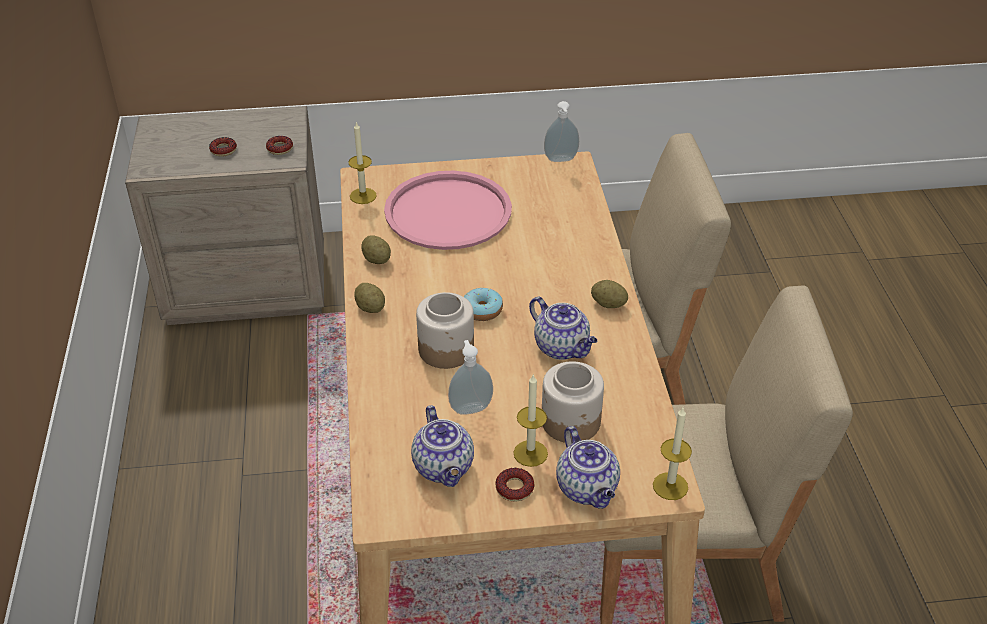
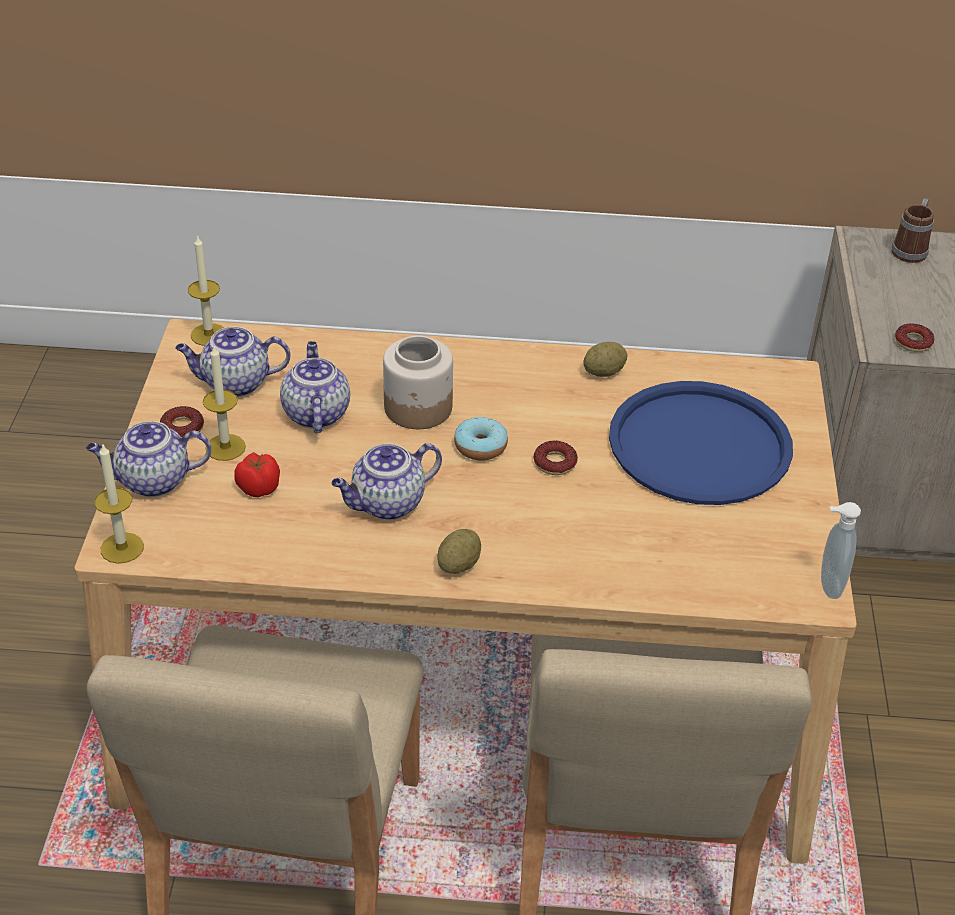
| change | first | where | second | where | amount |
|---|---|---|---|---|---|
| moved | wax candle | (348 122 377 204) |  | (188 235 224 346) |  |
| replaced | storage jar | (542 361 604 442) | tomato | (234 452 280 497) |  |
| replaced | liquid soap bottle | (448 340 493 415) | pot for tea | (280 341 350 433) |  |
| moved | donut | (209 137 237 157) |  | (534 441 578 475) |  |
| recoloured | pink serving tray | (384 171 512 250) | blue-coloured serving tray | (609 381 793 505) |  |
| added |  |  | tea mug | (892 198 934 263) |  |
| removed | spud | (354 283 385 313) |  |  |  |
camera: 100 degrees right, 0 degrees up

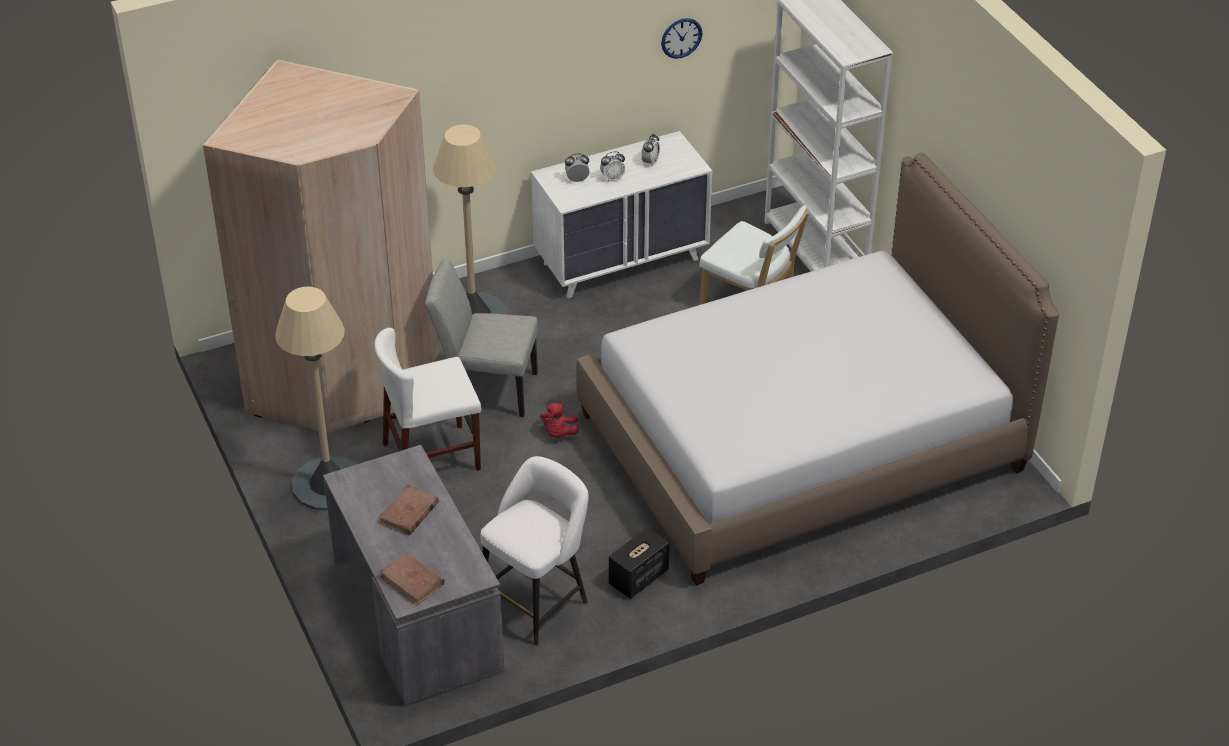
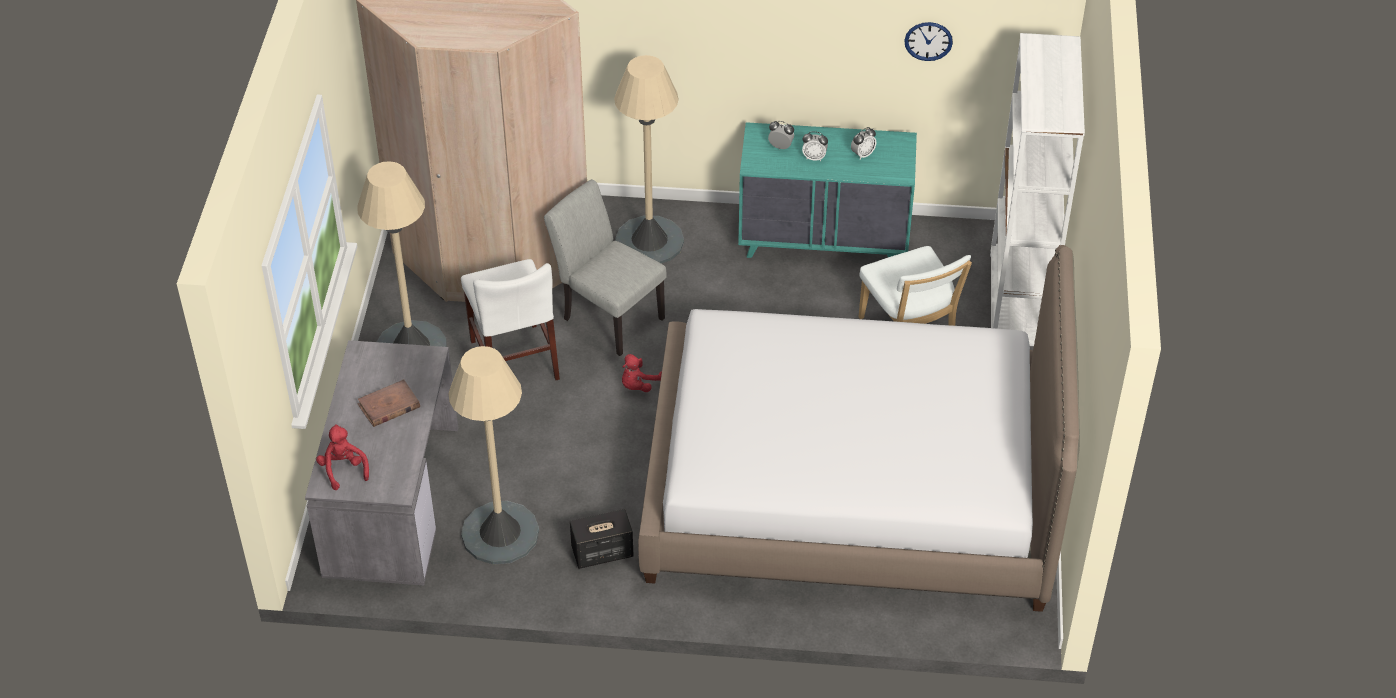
| change | first | where | second | where | amount |
|---|---|---|---|---|---|
| replaced | brownish bound book | (379 552 445 605) | reddish soft toy | (316 424 369 490) |  |
| replaced | whitish stool | (480 456 589 645) | sand-coloured standing lamp | (448 346 539 564) |  |
| turned | whitish upright chair | (374 328 481 471) |  | (461 259 560 380) | 120 degrees counterclockwise |
| recoloured | whitish drawer chest | (531 131 712 298) | turquoise drawer chest | (738 122 917 258) |  |
camera: 30 degrees right, 5 degrees up

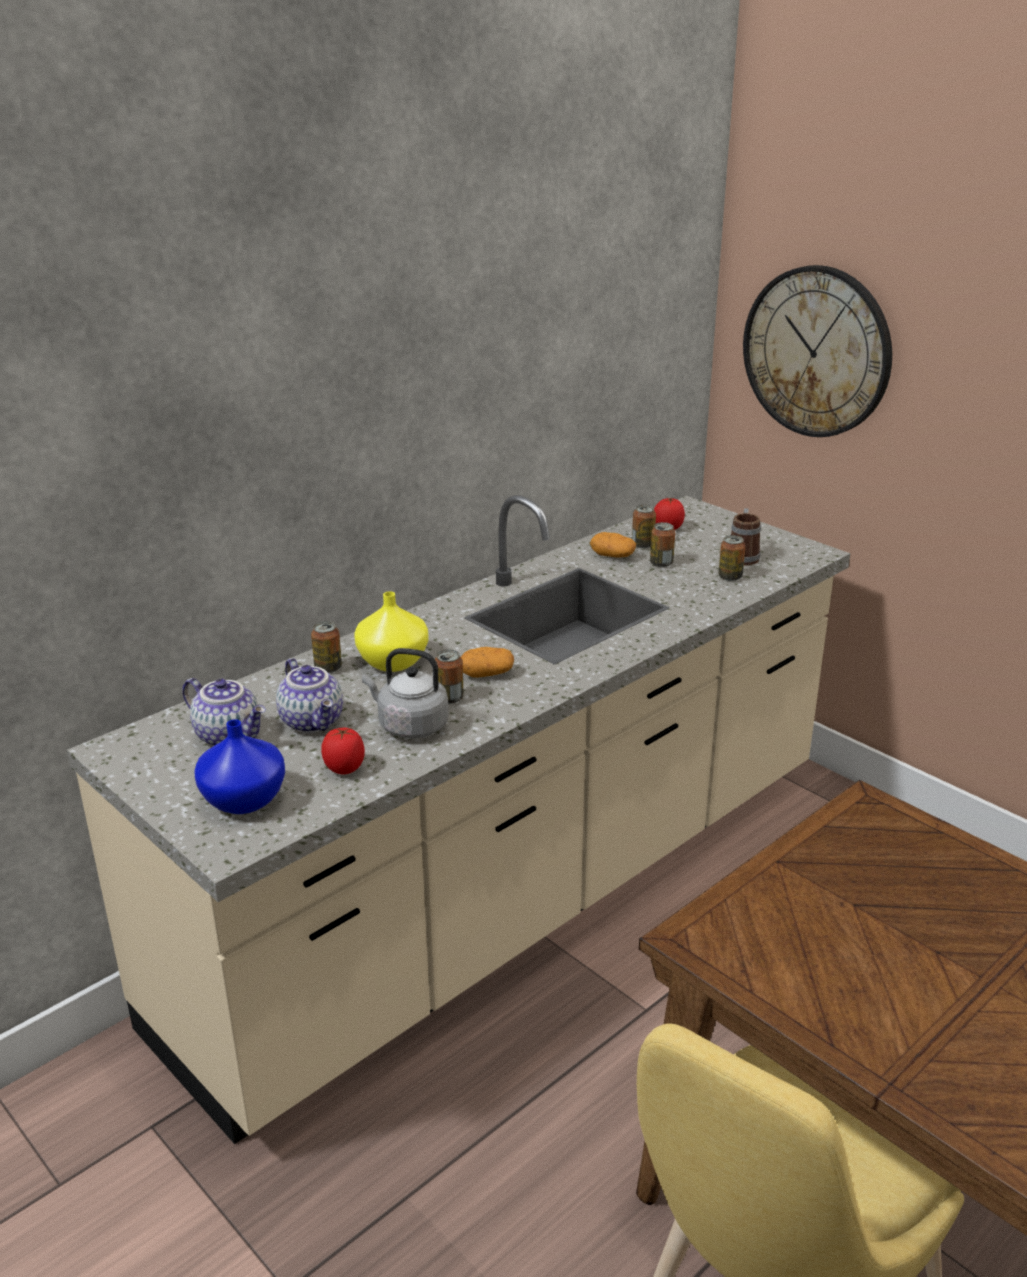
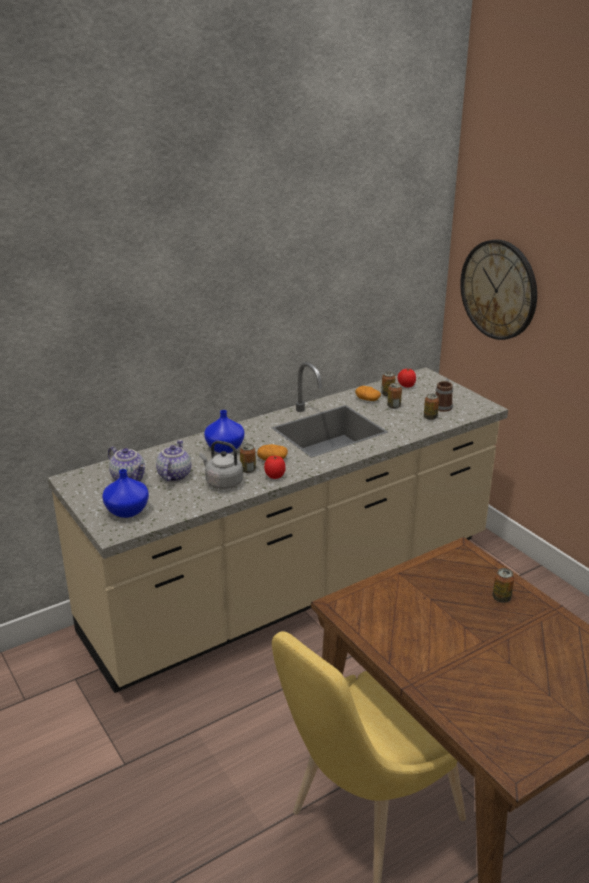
| change | first | where | second | where | amount |
|---|---|---|---|---|---|
| turned | pot for tea | (276 658 343 733) |  | (156 440 191 482) | 150 degrees counterclockwise |
| recoloured | yellowish flower vase | (354 591 428 672) | blue-coloured flower vase | (204 410 245 453) |  |
| moved | tomato | (321 728 365 775) |  | (264 456 286 479) |  |
| moved | can | (311 621 342 673) |  | (493 568 514 603) |  |
camera: 10 degrees right, 0 degrees up

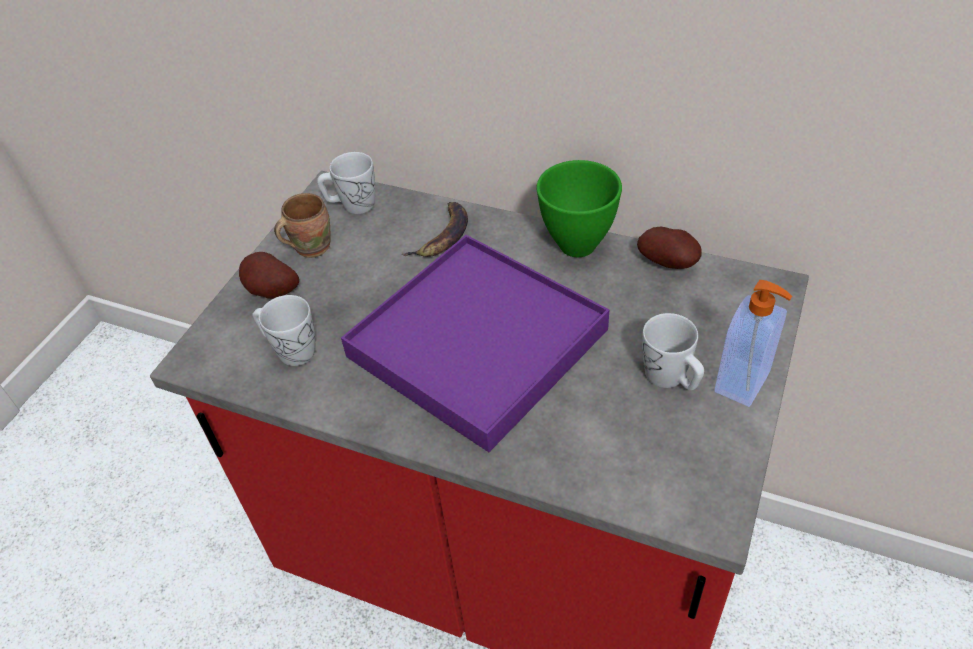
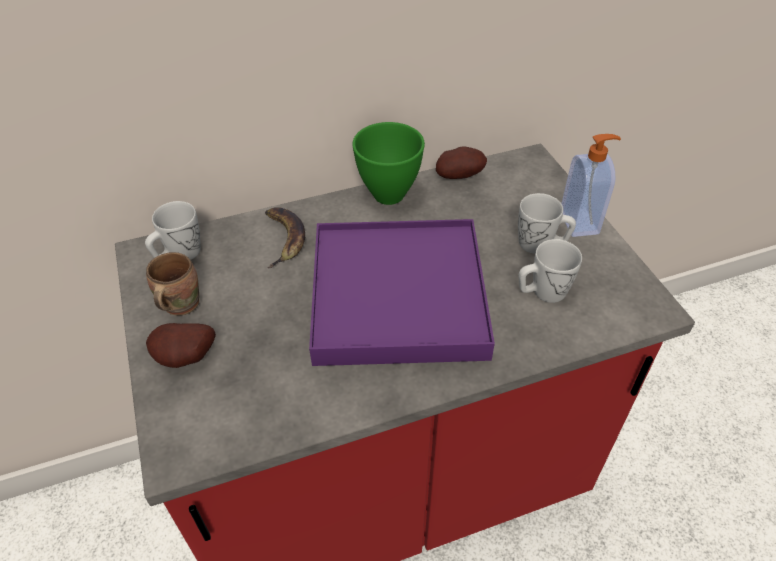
| change | first | where | second | where | amount |
|---|---|---|---|---|---|
| moved | whitish tea mug | (252 295 316 366) |  | (518 239 582 303) |  |
camera: 45 degrees left, 0 degrees up

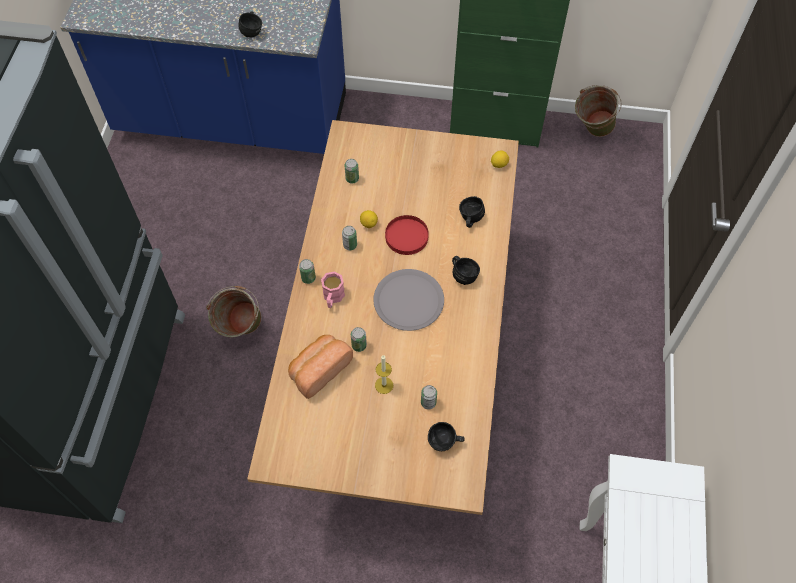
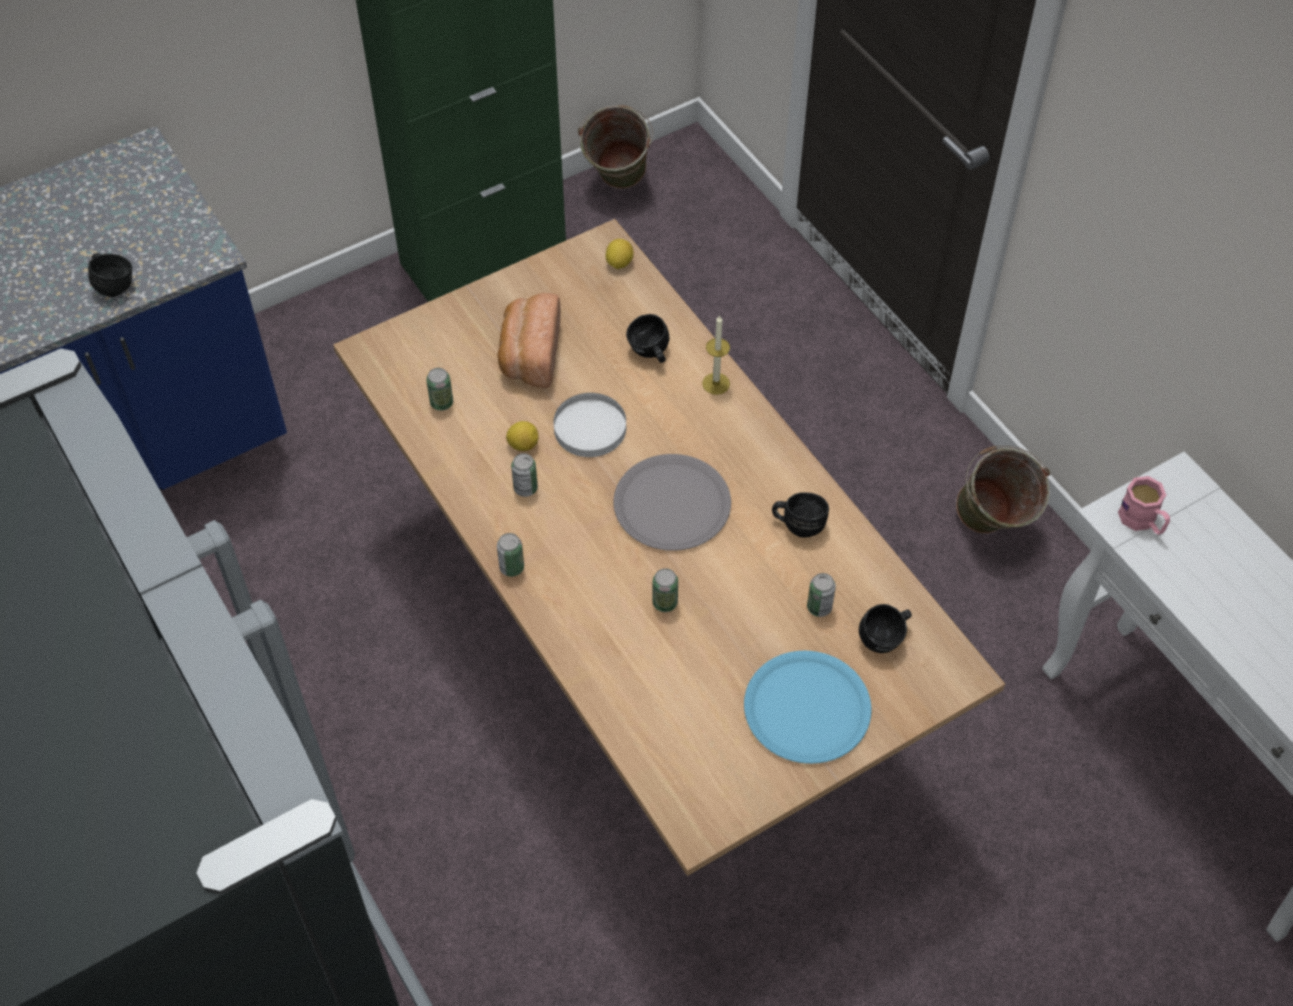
| change | first | where | second | where | amount |
|---|---|---|---|---|---|
| moved | bakery bread | (288 335 353 399) |  | (497 293 561 388) |  |
| recoloured | reddish plate | (385 215 429 255) | whitish plate | (554 393 626 457) |  |
| moved | wax candle | (375 355 393 394) |  | (702 315 730 395) |  |
| added |  |  | blue-coloured plate | (744 651 871 764) |  |
| moved | black-coloured tea mug | (452 256 480 285) |  | (772 492 829 538) |  |
| moved | green-coloured bucket | (206 286 262 337) |  | (956 446 1051 534) |  |
| moved | pink tea mug | (321 271 345 308) |  | (1118 476 1170 535) |  |
camera: 40 degrees left, 5 degrees down

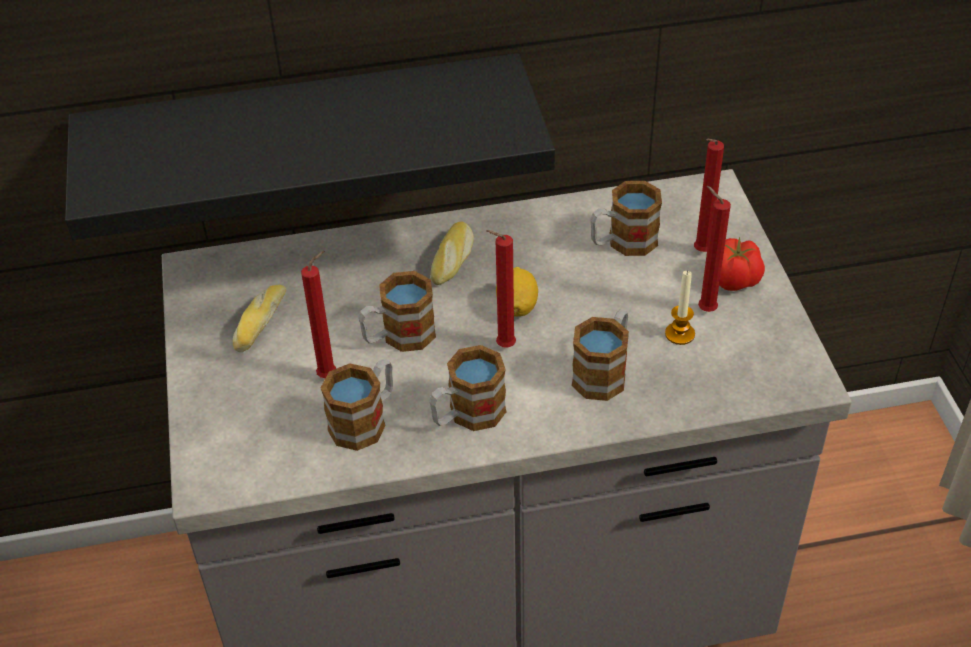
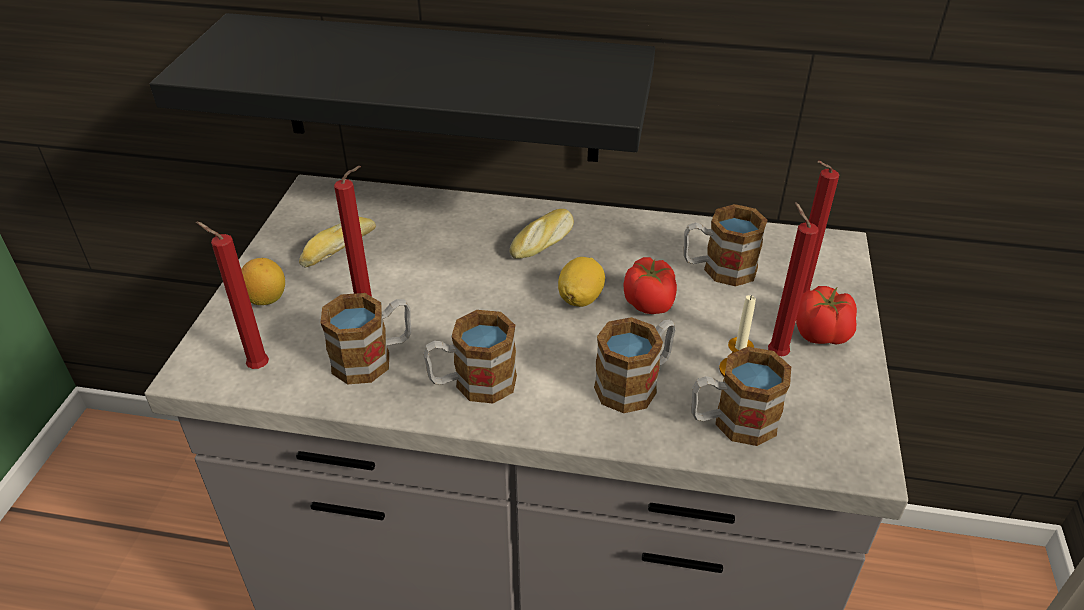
| change | first | where | second | where | amount |
|---|---|---|---|---|---|
| moved | reddish wax candle | (486 230 516 348) |  | (196 222 269 369) |  |
| added |  |  | whole lemon | (241 258 285 305) |  |
| added |  |  | tomato | (623 257 677 314) |  |
| moved | tea mug | (358 271 436 352) |  | (691 347 791 446) |  |
camera: 20 degrees right, 5 degrees down

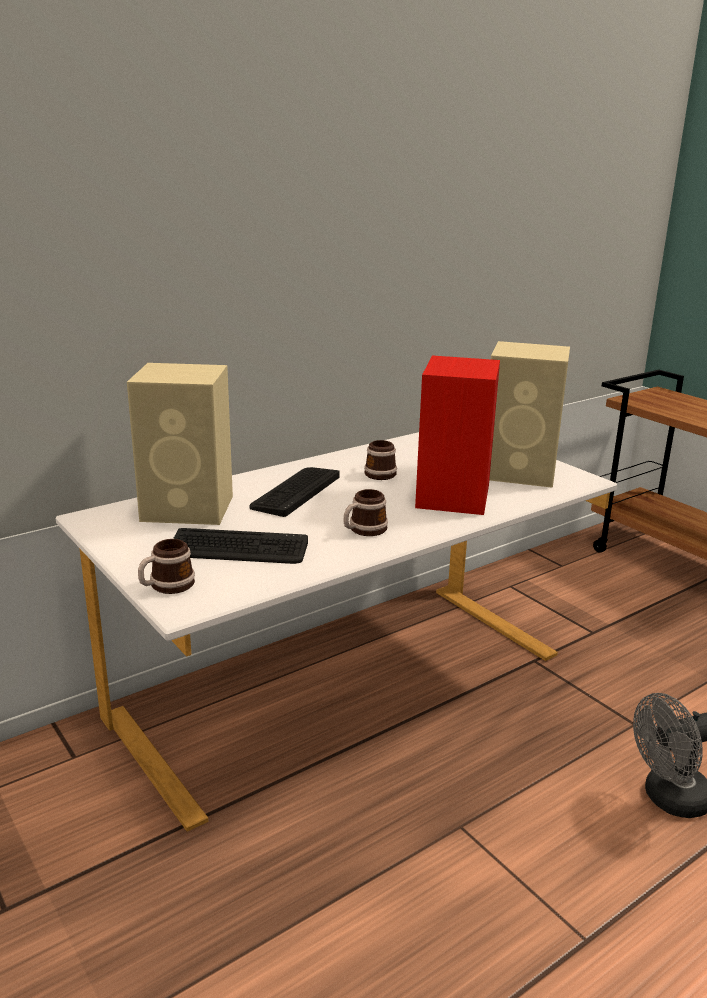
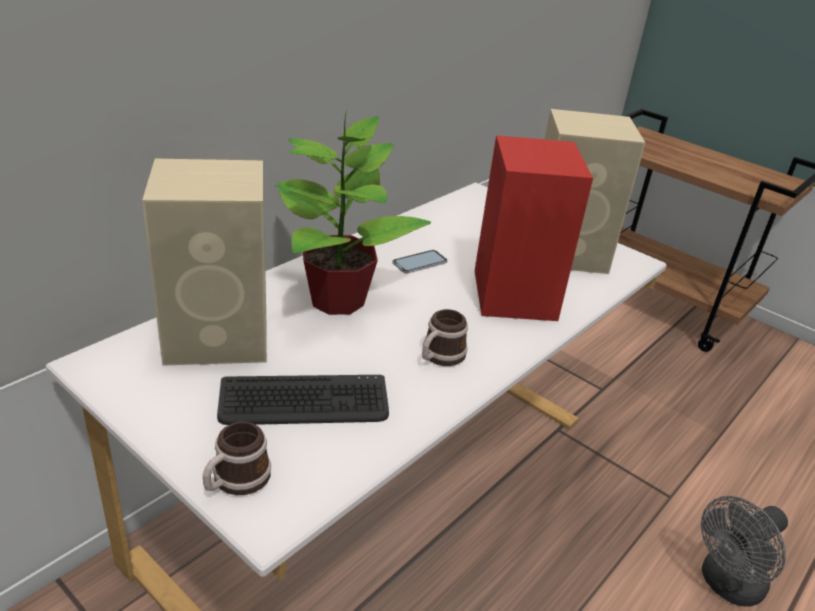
| change | first | where | second | where | amount |
|---|---|---|---|---|---|
| replaced | computer keyboard | (249 467 340 517) | houseplant | (275 110 431 315) |  |
| replaced | tea mug | (364 440 397 480) | handset | (392 250 448 274) |  |
camera: 15 degrees left, 10 degrees up

